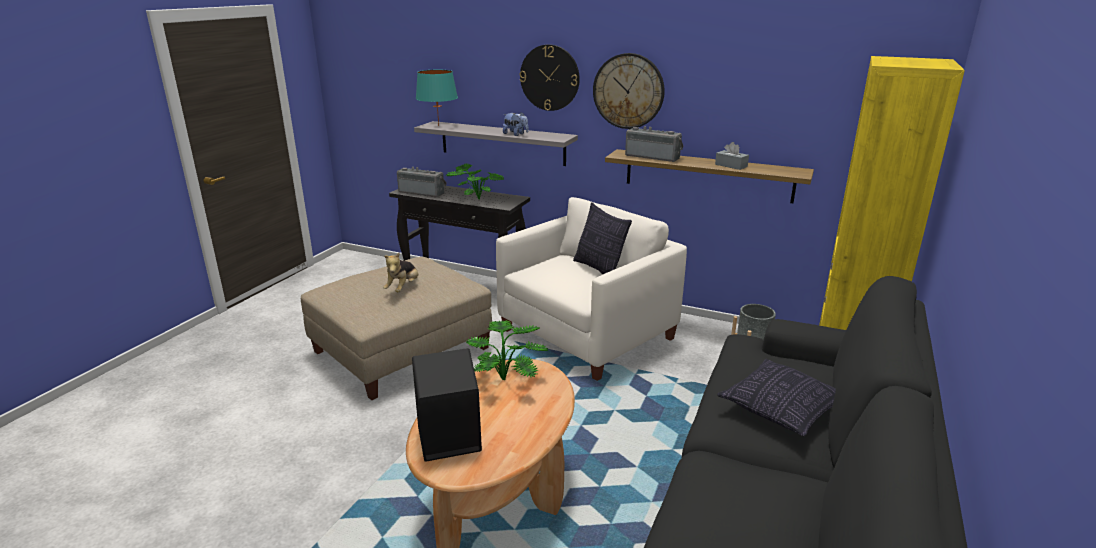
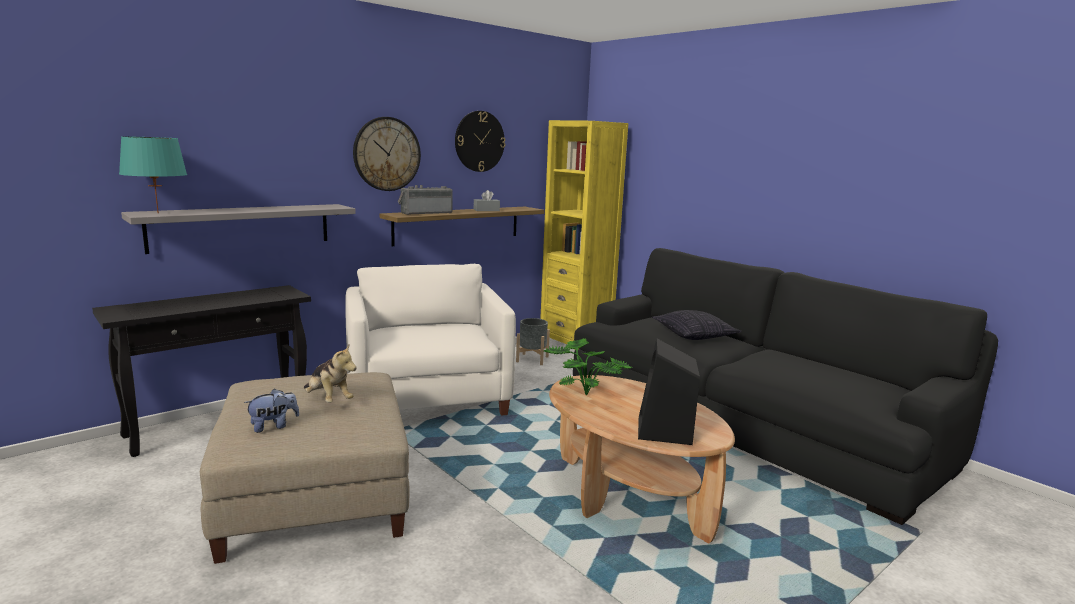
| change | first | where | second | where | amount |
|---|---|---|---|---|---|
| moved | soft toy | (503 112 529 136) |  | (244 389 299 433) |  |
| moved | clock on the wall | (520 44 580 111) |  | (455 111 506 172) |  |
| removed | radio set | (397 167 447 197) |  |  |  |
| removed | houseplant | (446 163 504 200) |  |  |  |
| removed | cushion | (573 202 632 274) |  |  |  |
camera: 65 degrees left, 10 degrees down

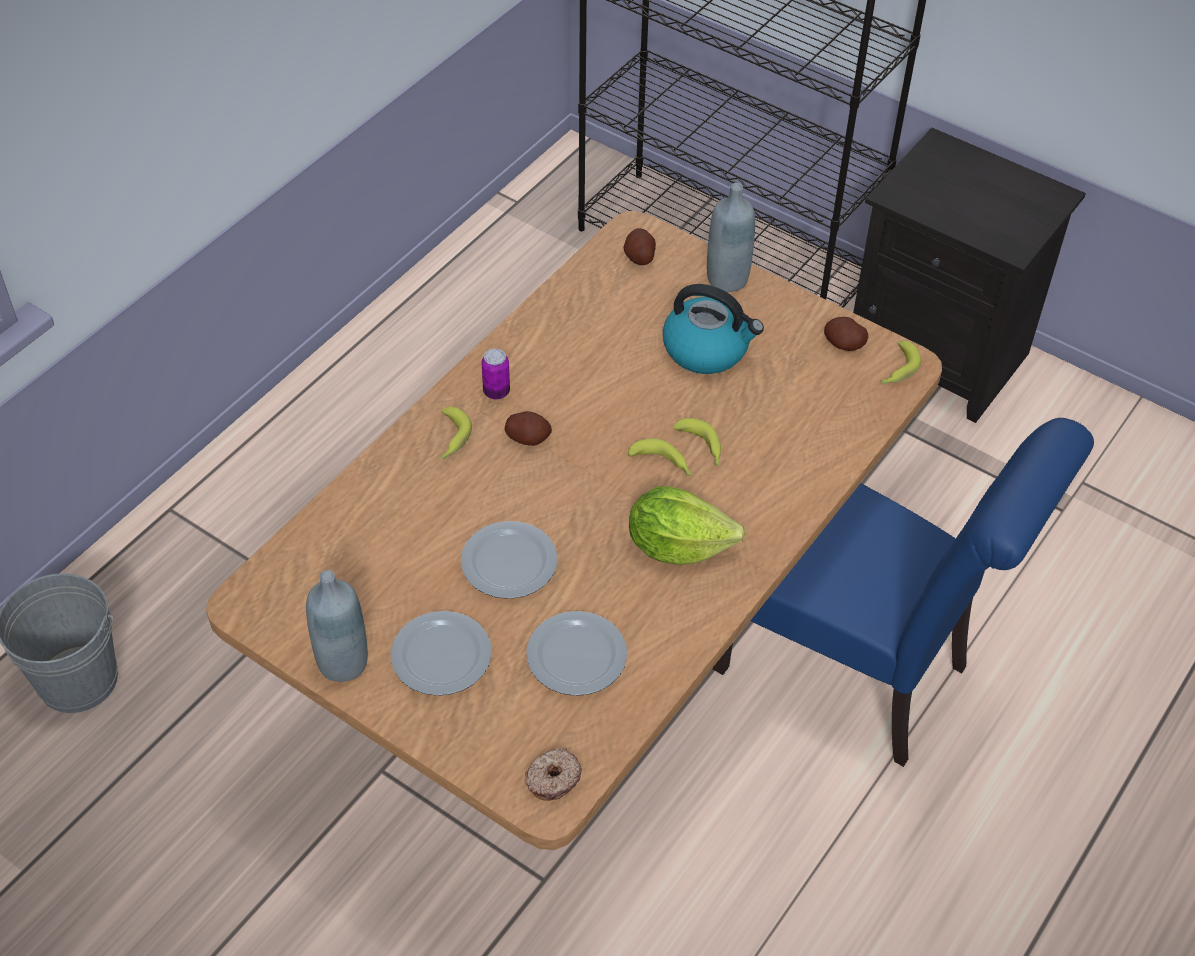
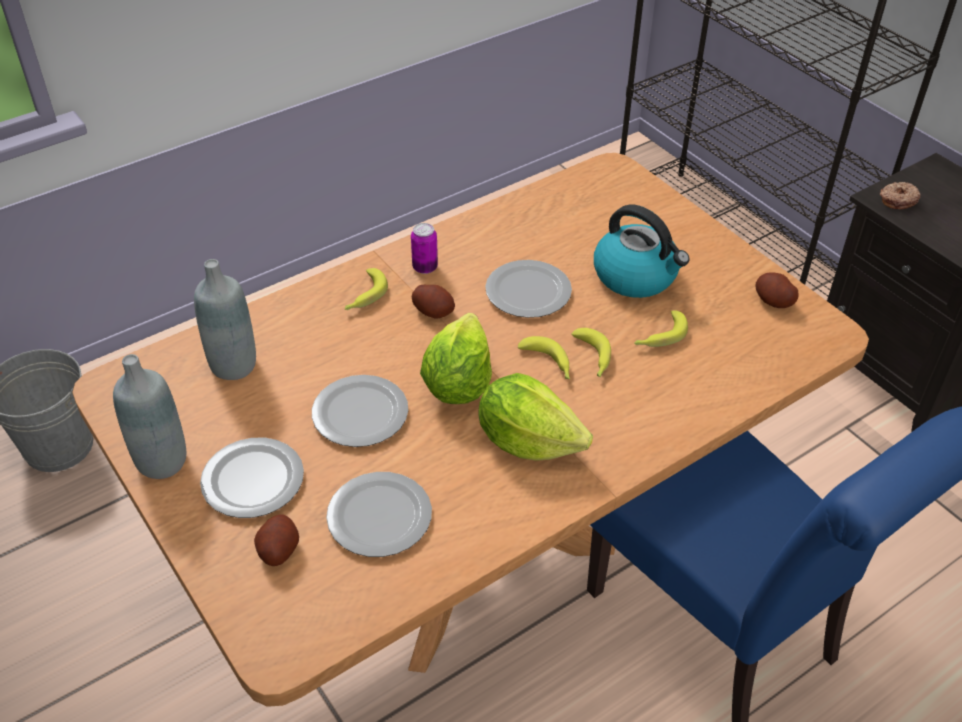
| change | first | where | second | where | amount |
|---|---|---|---|---|---|
| moved | greyish beverage bottle | (707 183 755 292) |  | (194 259 256 380) |  |
| moved | spud | (623 228 656 265) |  | (254 514 299 566) |  |
| added |  |  | head of lettuce | (420 313 492 404) |  |
| added |  |  | plate | (485 260 572 318) |  |
| moved | banana fruit | (881 341 921 385) |  | (634 310 688 347) |  |
| moved | donut | (525 748 582 801) |  | (880 182 921 209) |  |
camera: 20 degrees right, 5 degrees down

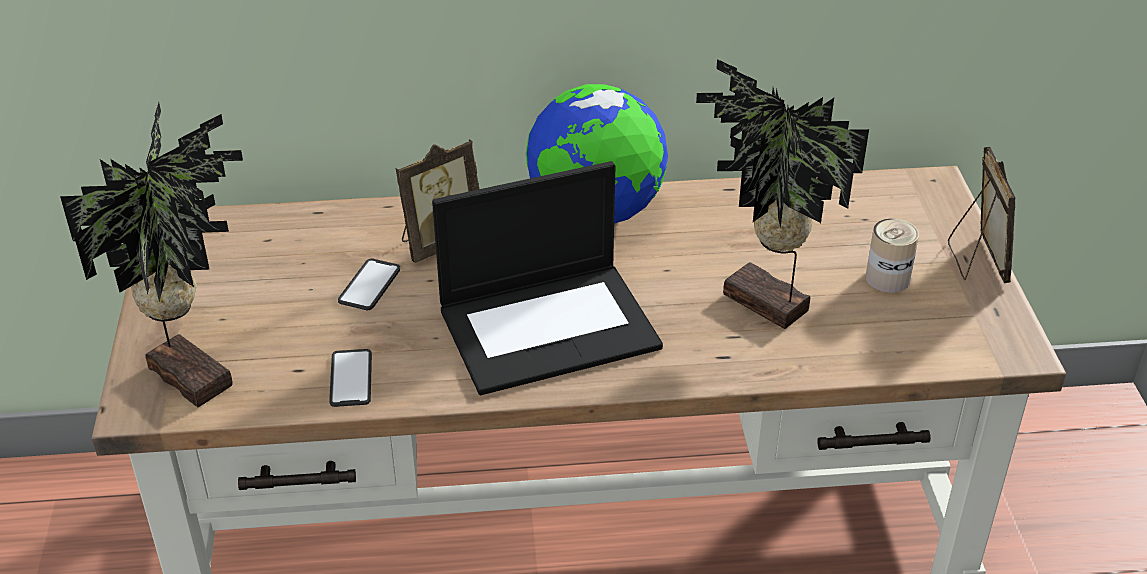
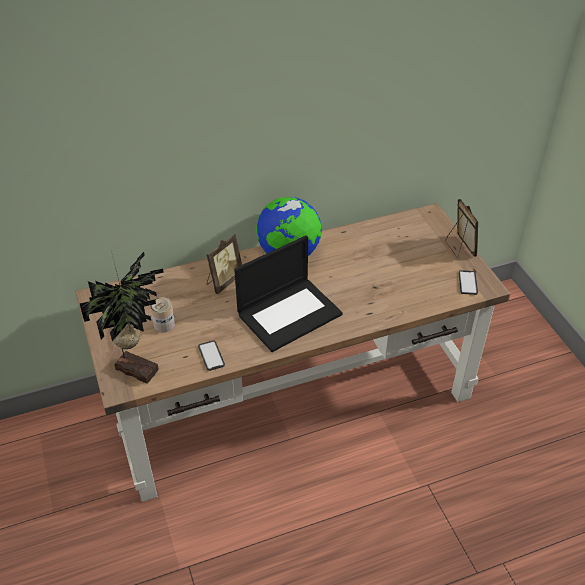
| change | first | where | second | where | amount |
|---|---|---|---|---|---|
| moved | can | (865 218 919 293) |  | (150 297 175 332) |  |
| moved | handset | (338 258 400 310) |  | (459 270 478 295) |  |
| removed | houseplant | (696 59 869 329) |  |  |  |
camera: 15 degrees left, 5 degrees up

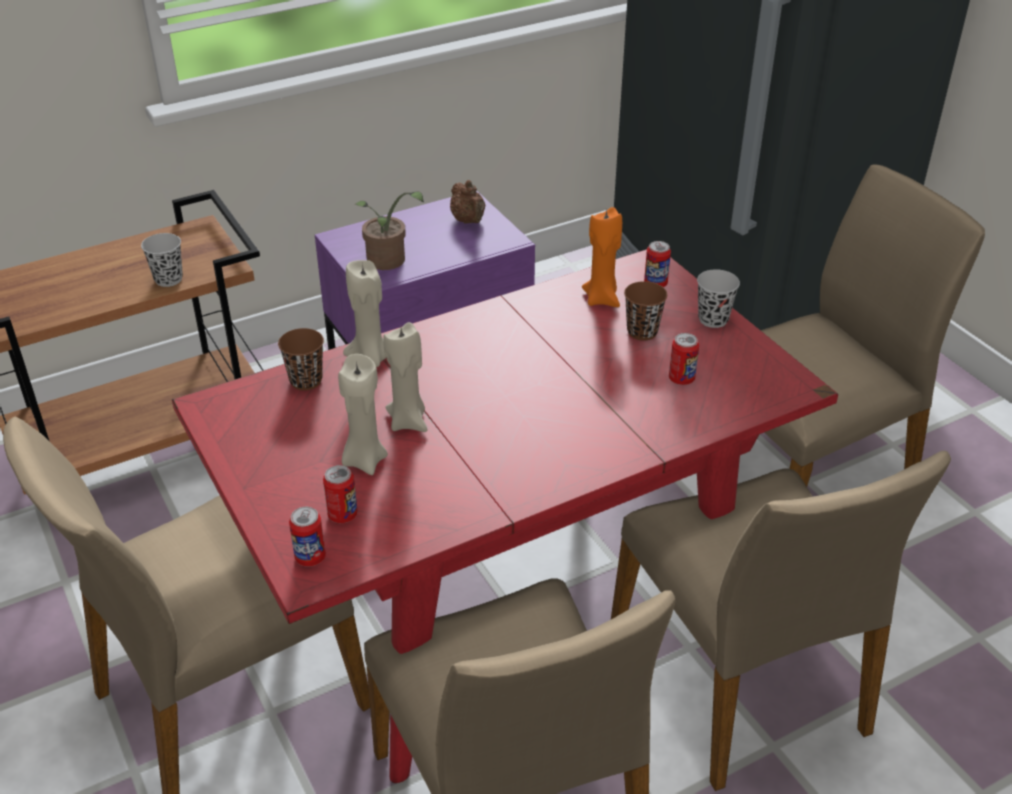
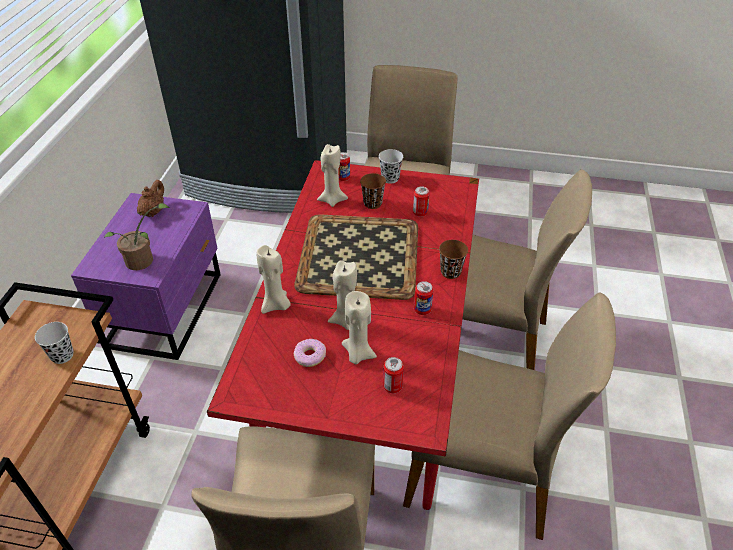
| change | first | where | second | where | amount |
|---|---|---|---|---|---|
| turned | brownish pot for tea | (450 180 485 224) |  | (137 180 164 217) | 90 degrees counterclockwise |
| added |  |  | serving tray | (294 214 418 300) |  |
| added |  |  | donut | (294 338 326 367) |  |
| recoloured | orange-coloured wax candle | (582 207 622 307) | sand-coloured wax candle | (317 144 348 207) |  |
| moved | can | (289 507 326 567) |  | (414 281 433 315) |  |
| moved | brownish cup | (278 328 324 391) |  | (439 240 468 279) |  |
camera: 50 degrees left, 5 degrees up

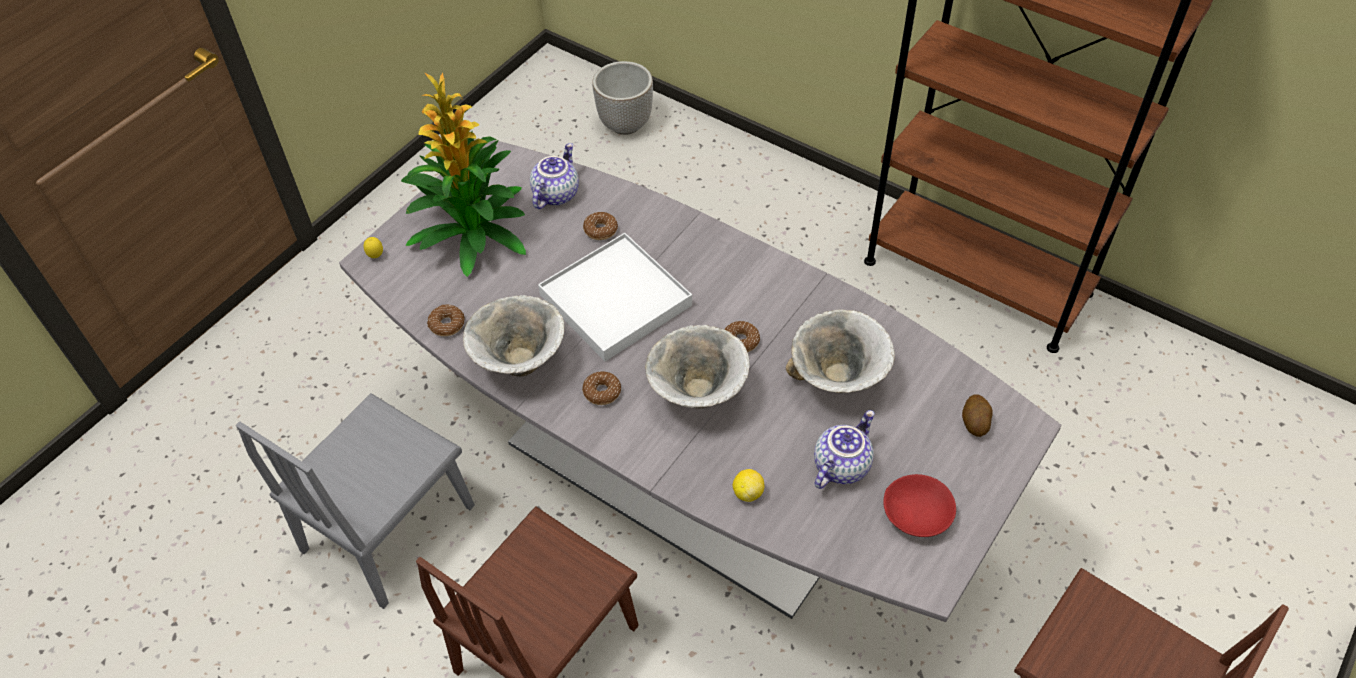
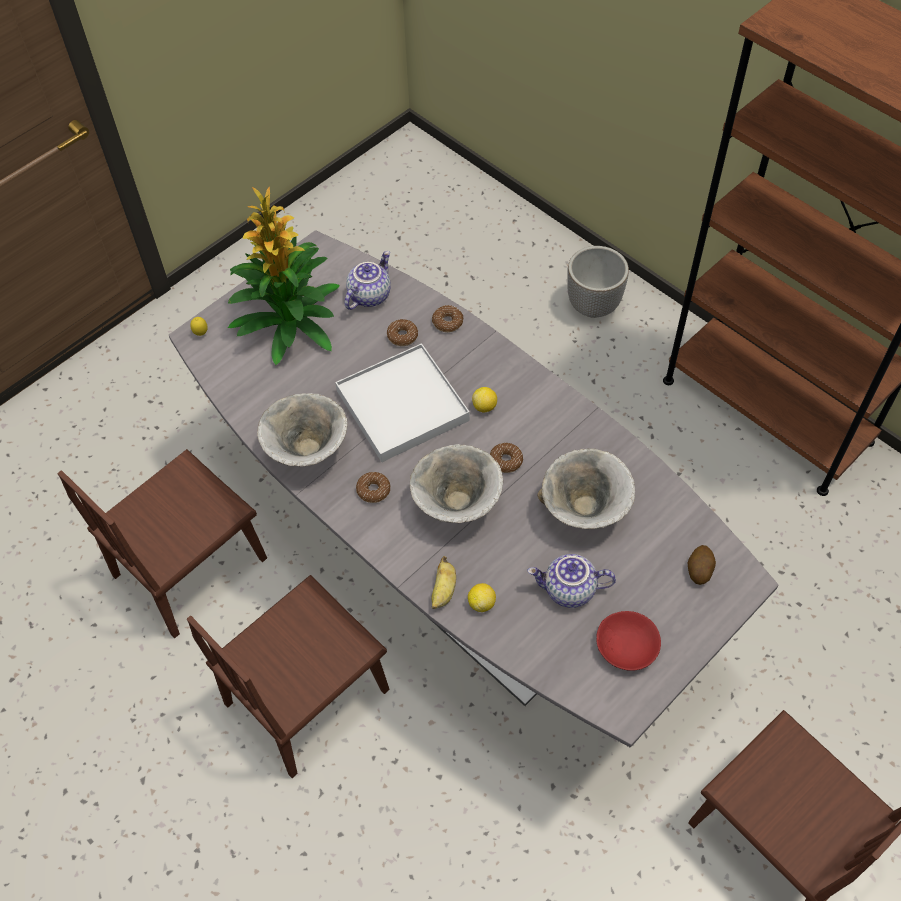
| change | first | where | second | where | amount |
|---|---|---|---|---|---|
| recoloured | greyish upright chair | (236 393 475 609) | brownish upright chair | (58 449 267 638) |  |
| added |  |  | banana fruit | (431 556 456 609) |  |
| moved | donut | (427 304 465 336) |  | (432 305 463 332) |  |
| added |  |  | whole lemon | (472 387 497 412) |  |
| turned | pot for tea | (814 410 874 489) |  | (527 554 616 608) | 135 degrees counterclockwise |
| moved | planter | (592 61 653 135) |  | (567 246 629 318) |  |
camera: 10 degrees right, 5 degrees up

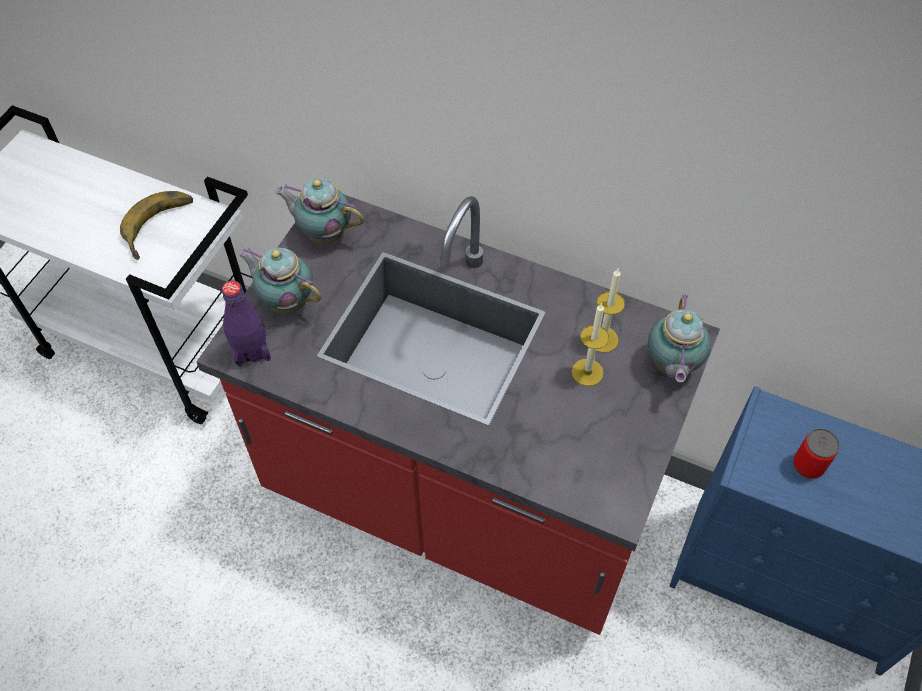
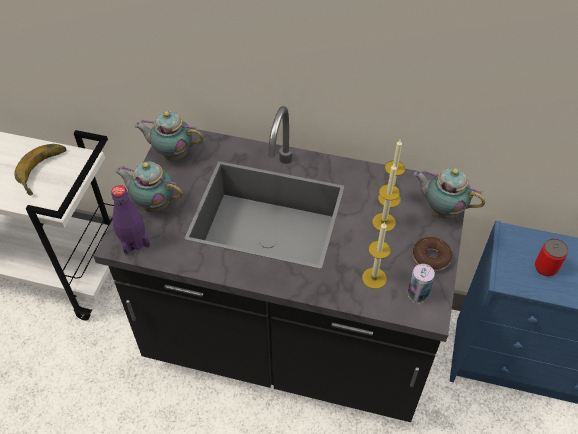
| change | first | where | second | where | amount |
|---|---|---|---|---|---|
| recoloured | reddish counter | (196 195 720 635) | black-coloured counter | (93 106 469 422) |  |
| added |  |  | wax candle | (362 222 391 289) |  |
| added |  |  | can | (408 264 435 303) |  |
| added |  |  | donut | (413 237 452 271) |  |
| turned | pot for tea | (648 294 711 382) |  | (414 168 485 219) | 120 degrees clockwise |
camera: 10 degrees left, 5 degrees down

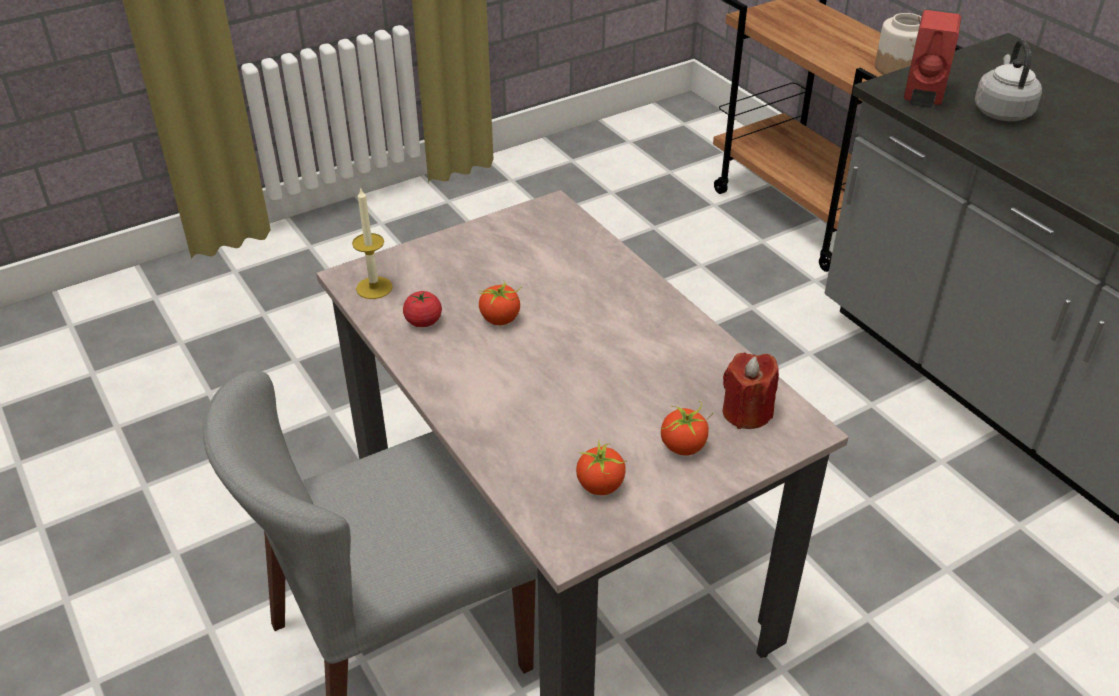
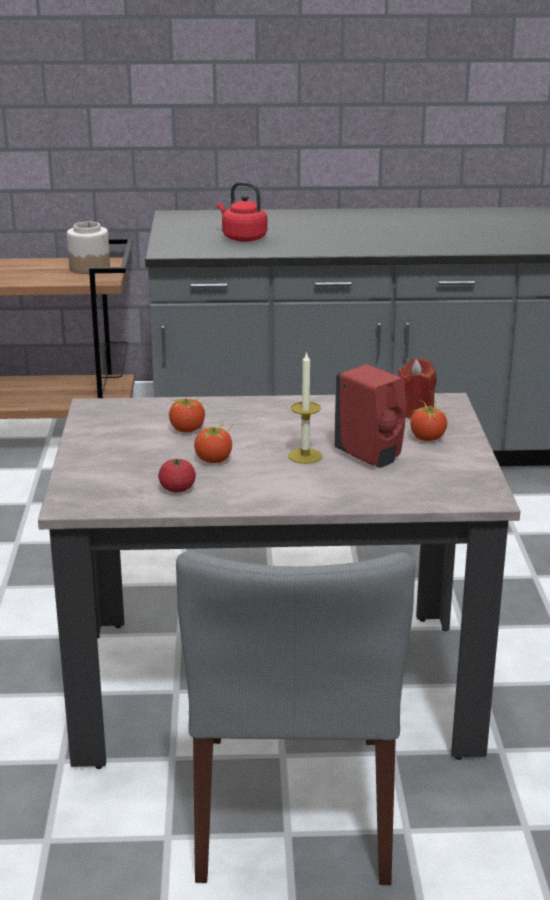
| change | first | where | second | where | amount |
|---|---|---|---|---|---|
| moved | tomato | (576 439 627 495) |  | (169 397 205 433) |  |
| recoloured | greyish tea kettle | (975 40 1042 121) | reddish tea kettle | (217 182 268 242) |  |
| moved | wax candle | (352 187 393 299) |  | (288 351 323 464) |  |
| moved | reddish liquid soap bottle | (904 8 961 108) |  | (334 363 406 468) |  |
camera: 60 degrees left, 15 degrees down

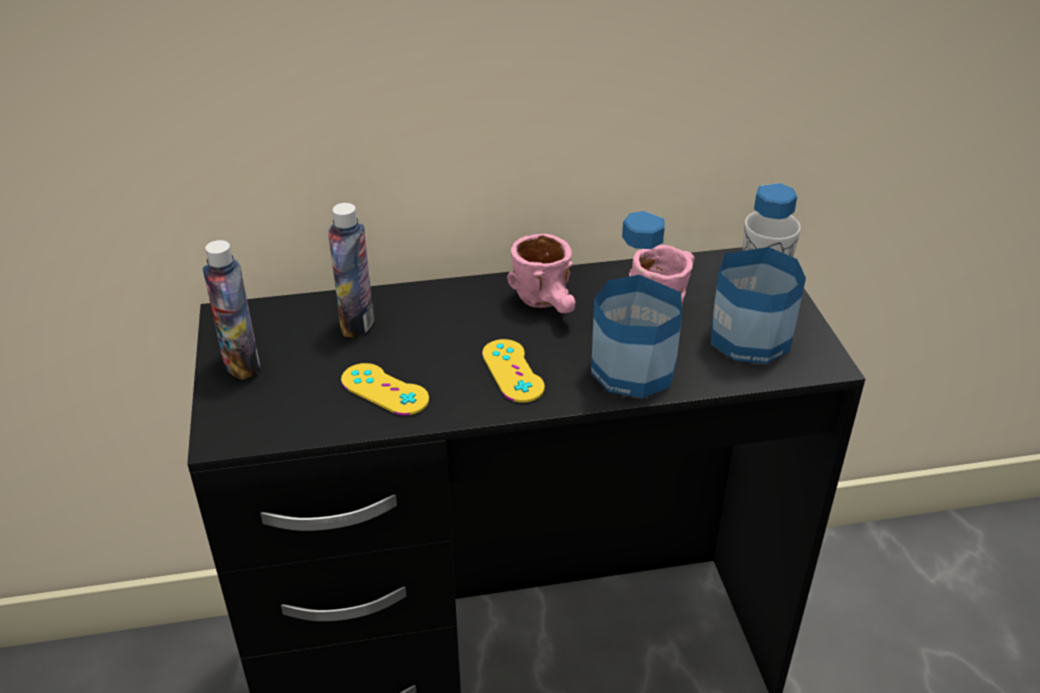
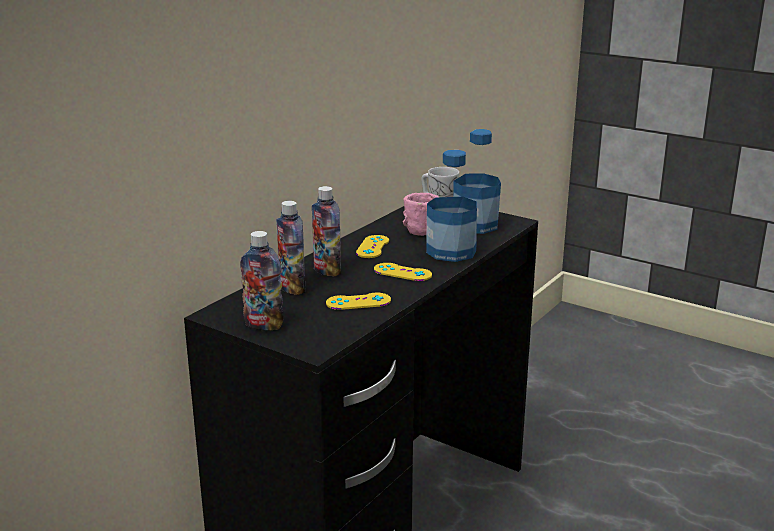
| change | first | where | second | where | amount |
|---|---|---|---|---|---|
| added |  |  | beverage bottle | (312 186 341 276) |  |
| replaced | pink tea mug | (507 234 576 313) | yellowish joypad | (356 235 389 258) |  |
camera: 45 degrees left, 15 degrees down

